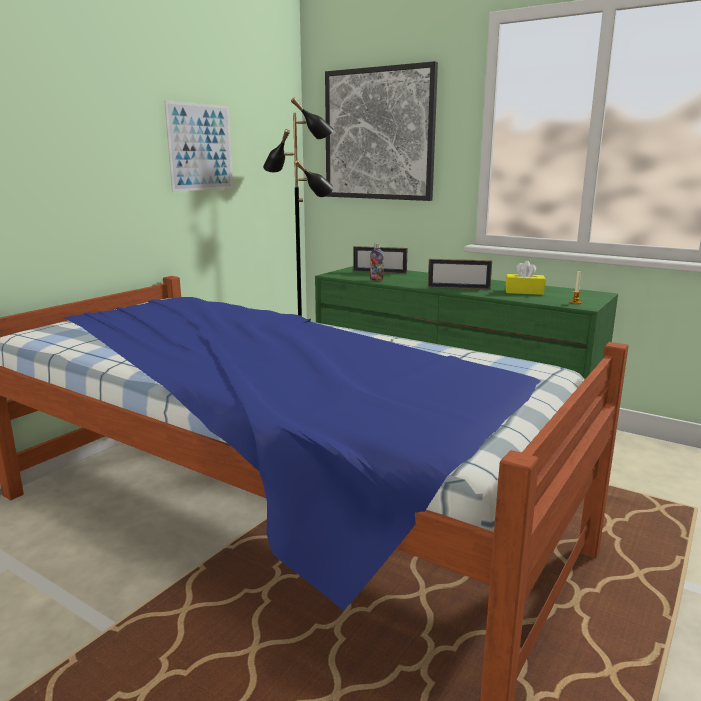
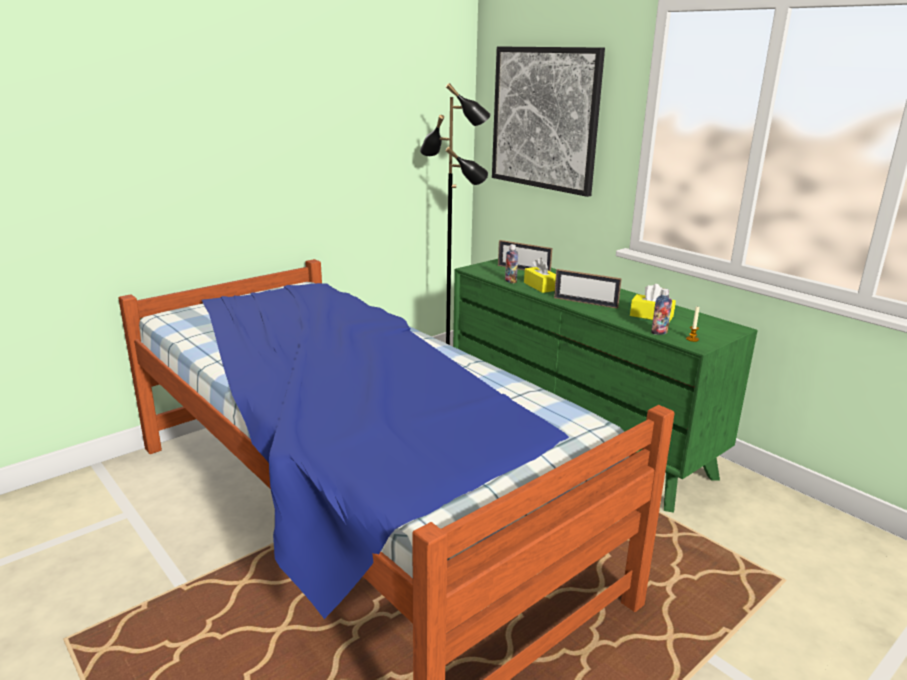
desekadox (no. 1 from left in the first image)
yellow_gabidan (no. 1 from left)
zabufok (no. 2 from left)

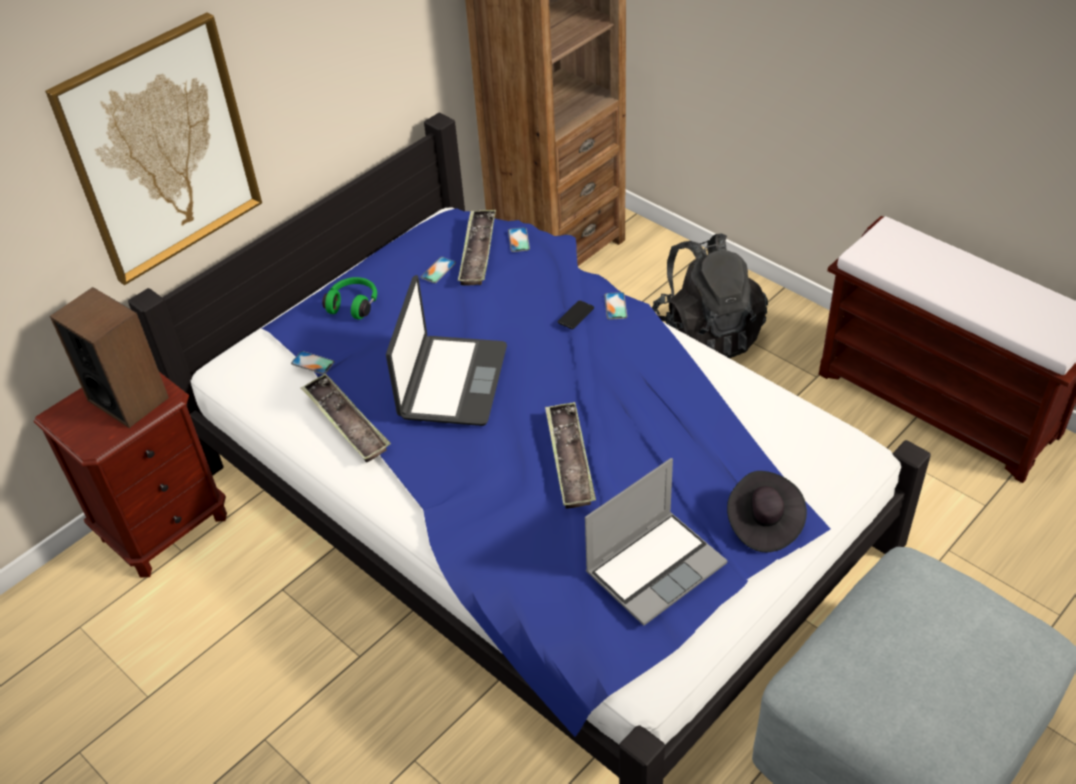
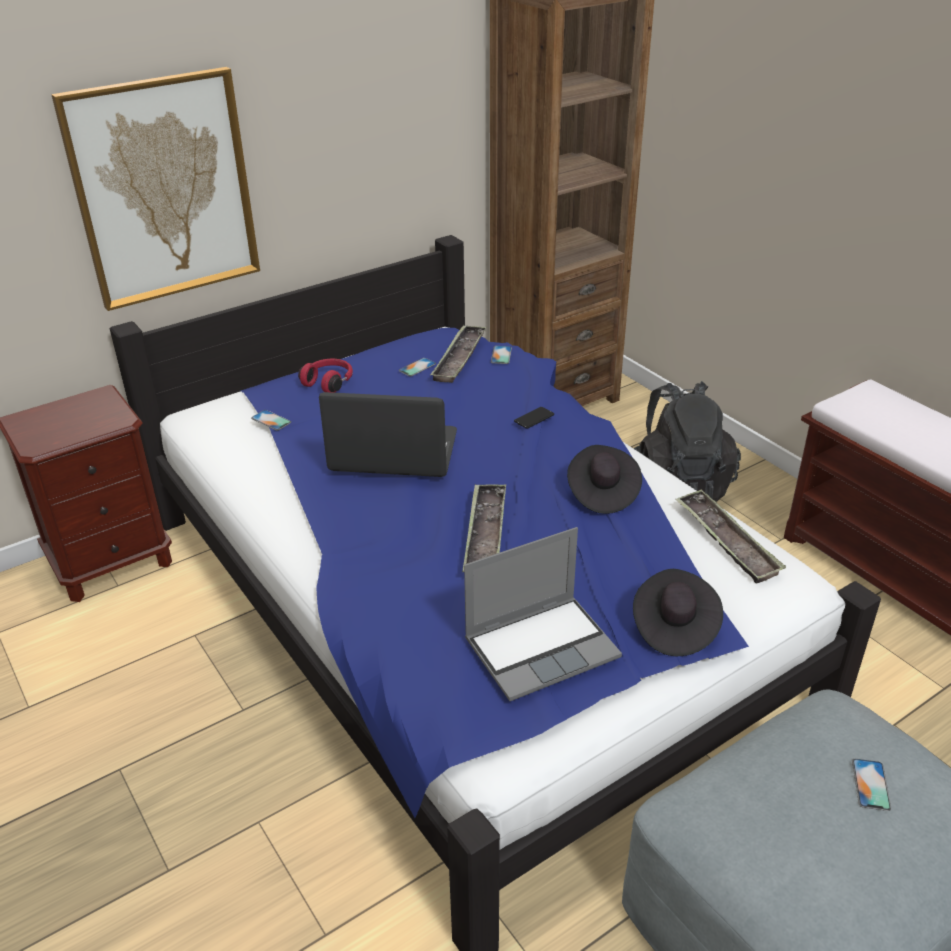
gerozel
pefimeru (no. 3 from left)
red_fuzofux
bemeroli (no. 1 from left)
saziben (no. 5 from left)
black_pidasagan (no. 1 from left)

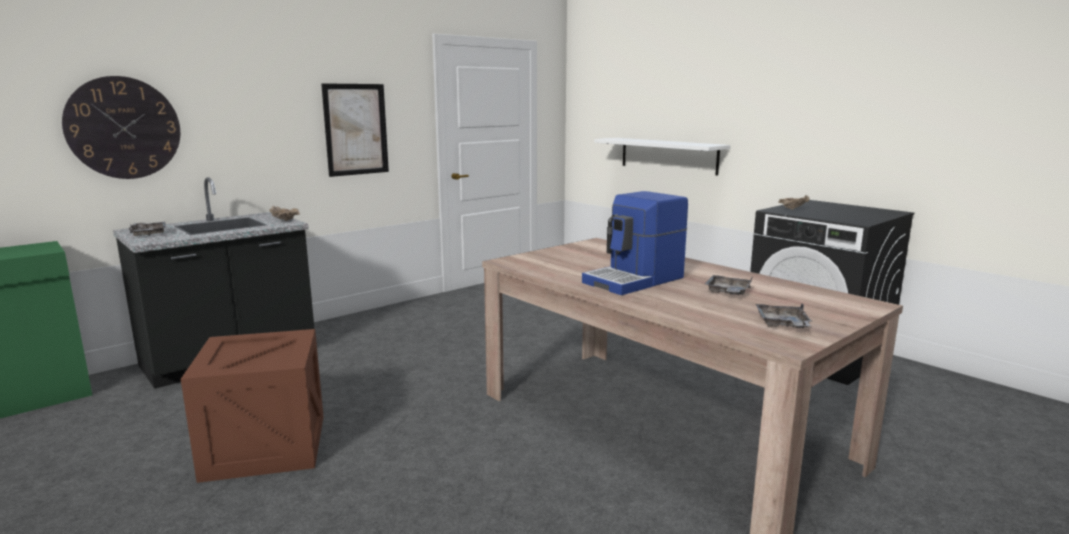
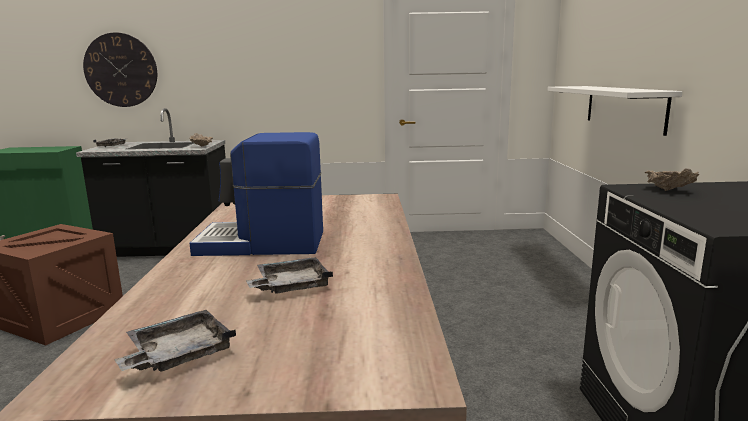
desekadox

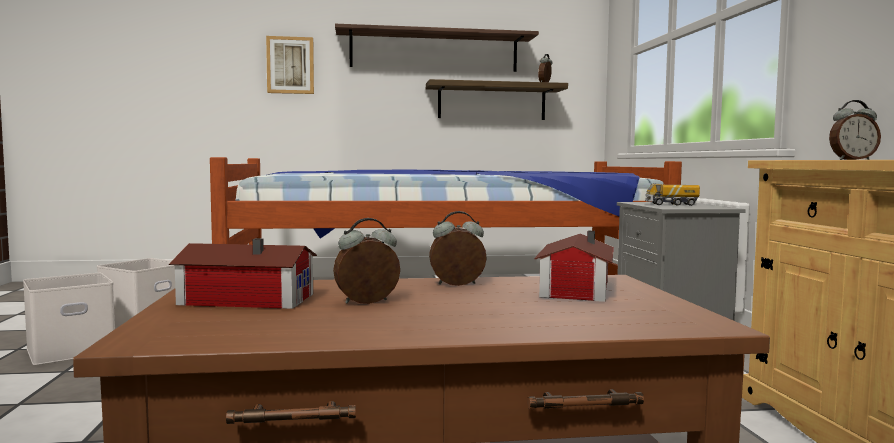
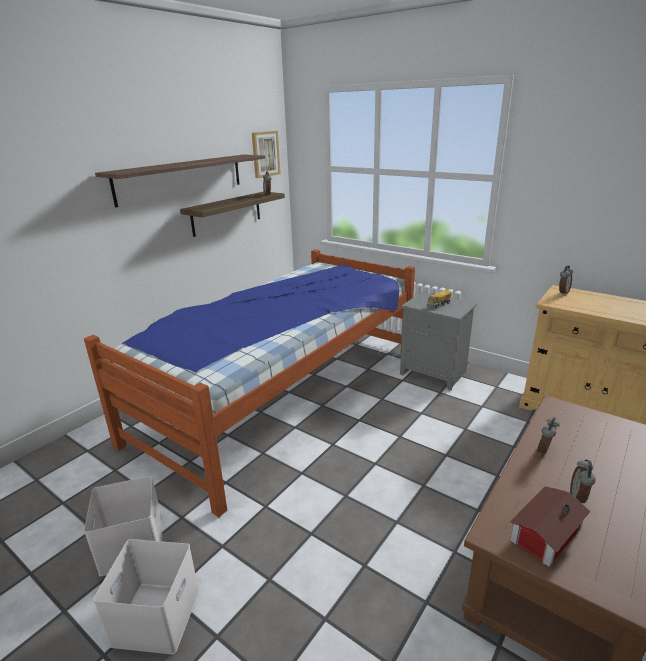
desekadox
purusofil (no. 2 from left in the first image)

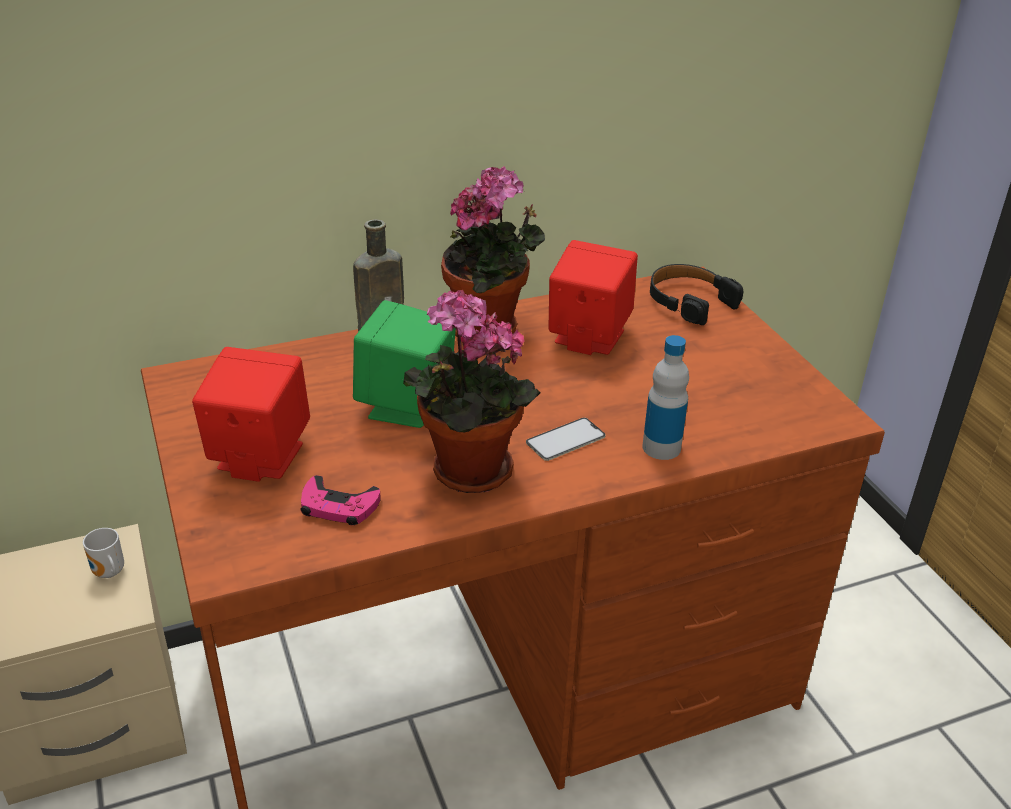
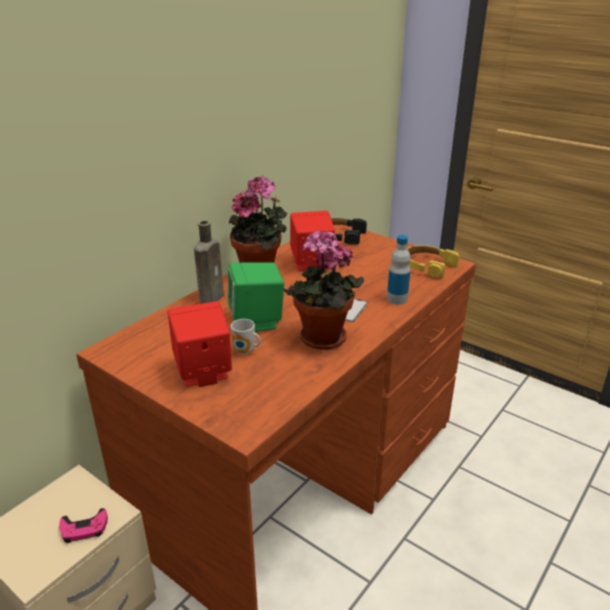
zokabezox
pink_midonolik
yellow_fuzofux

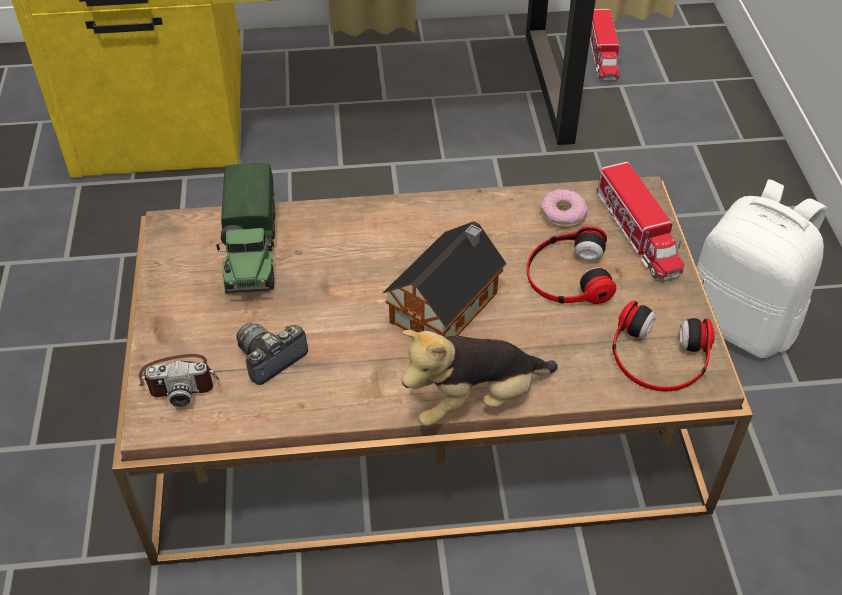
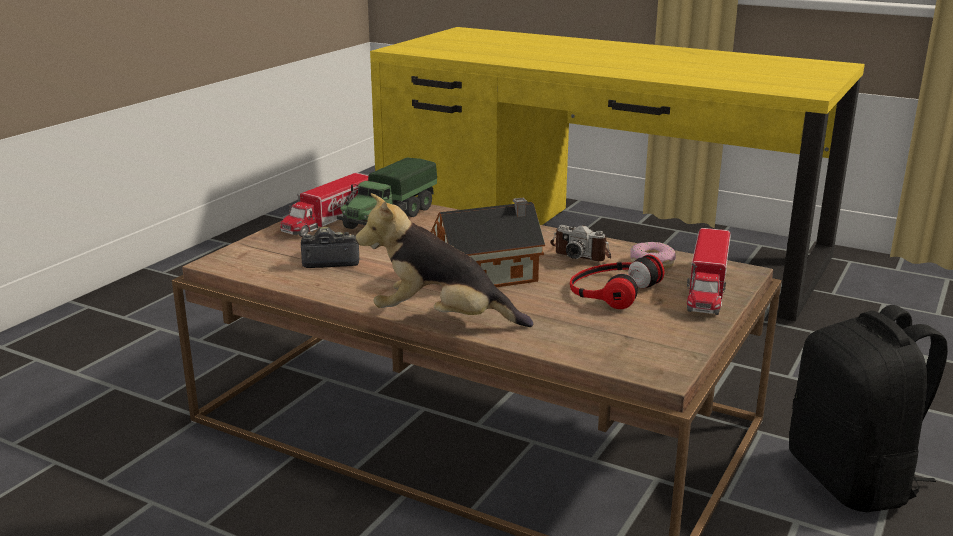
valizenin (no. 2 from left)
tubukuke (no. 1 from left)
fuzofux (no. 2 from left in the first image)
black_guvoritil

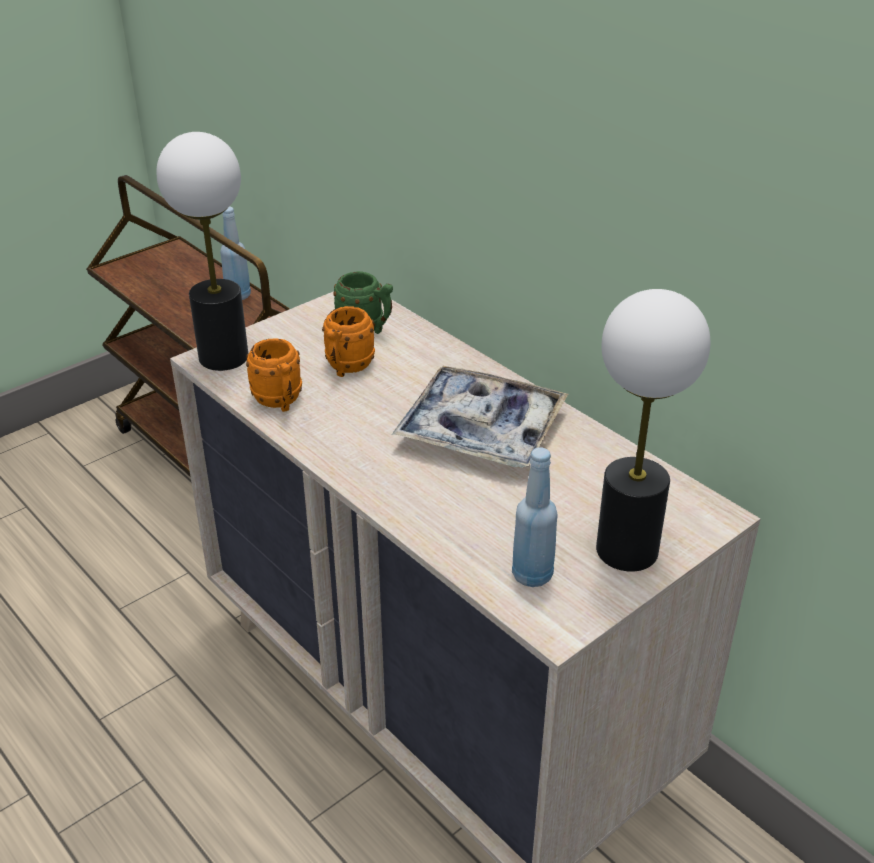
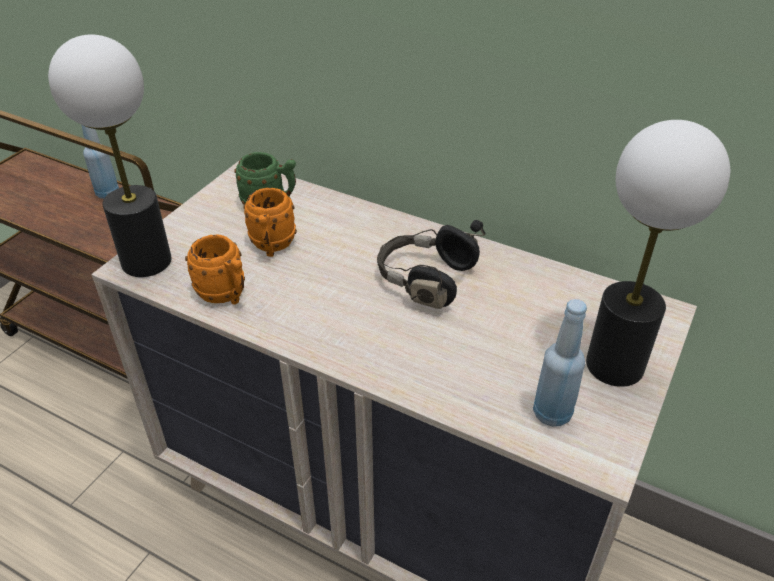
black_fuzofux

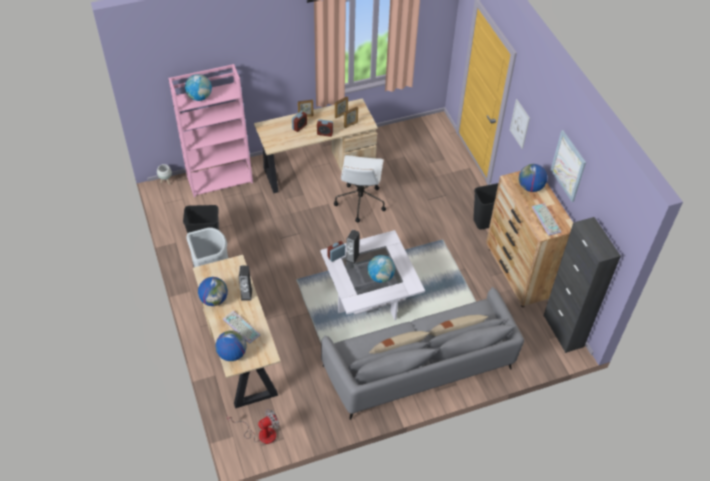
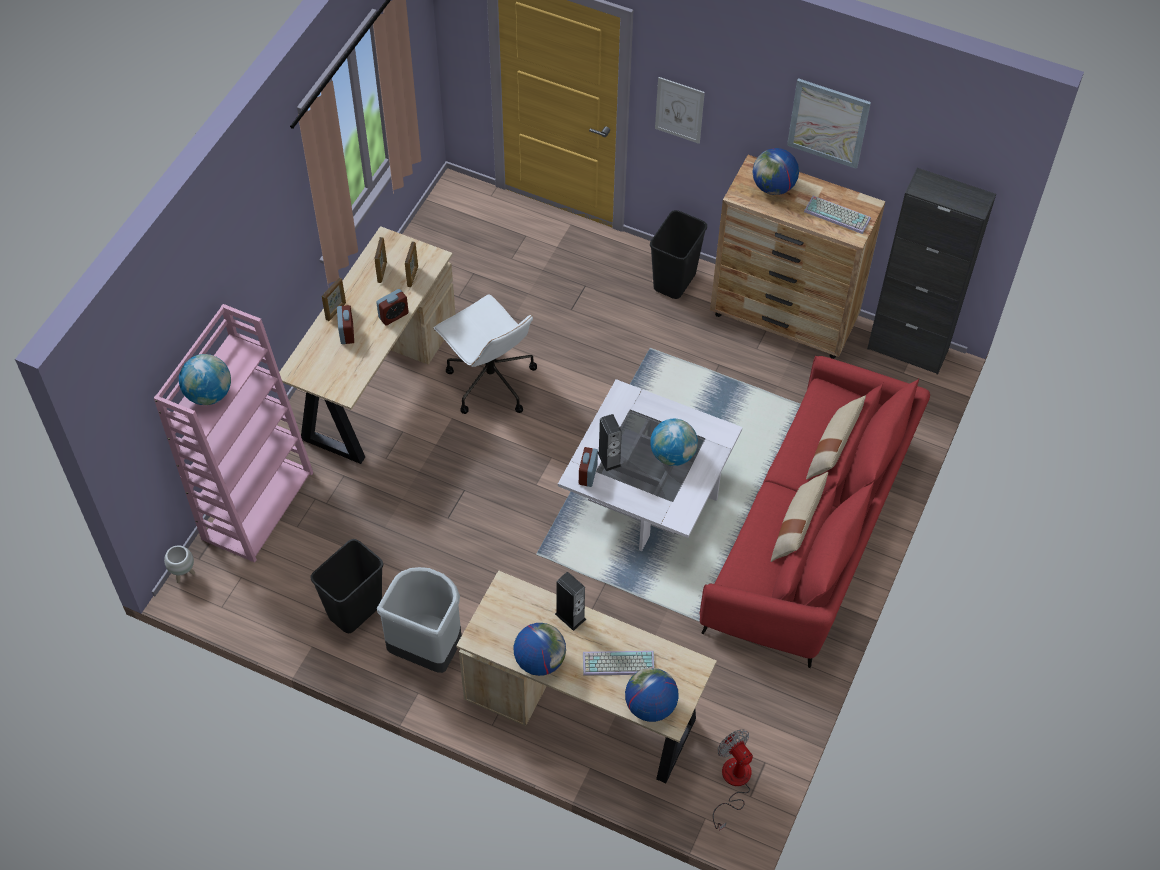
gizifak
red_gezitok

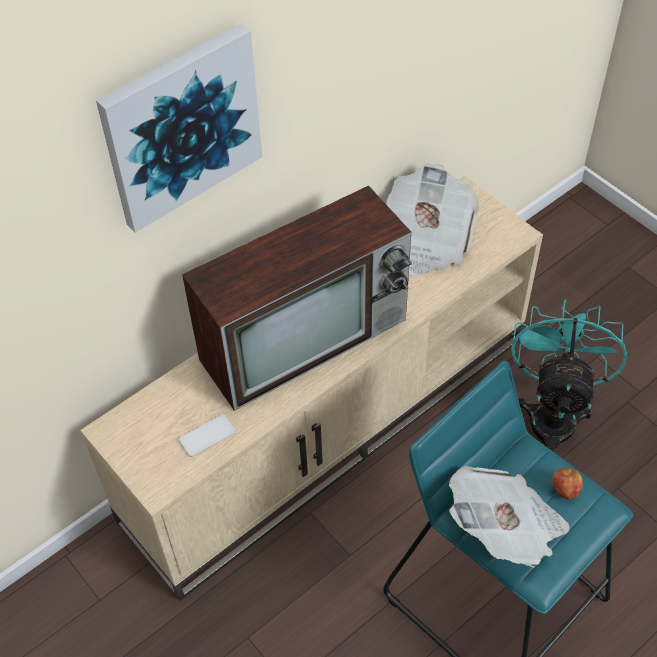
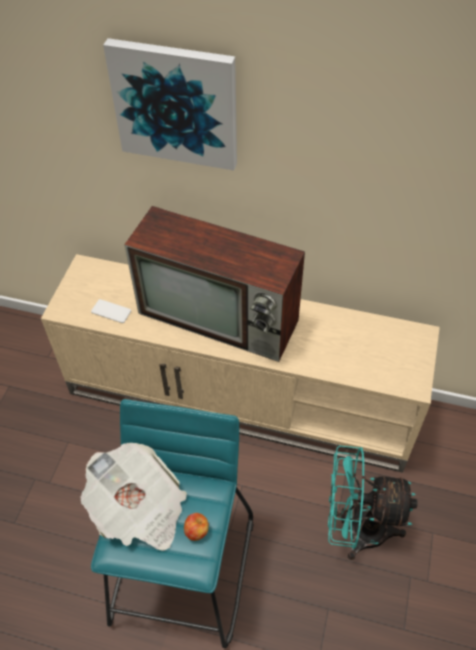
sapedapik (no. 1 from left in the first image)
turquoise_gizifak

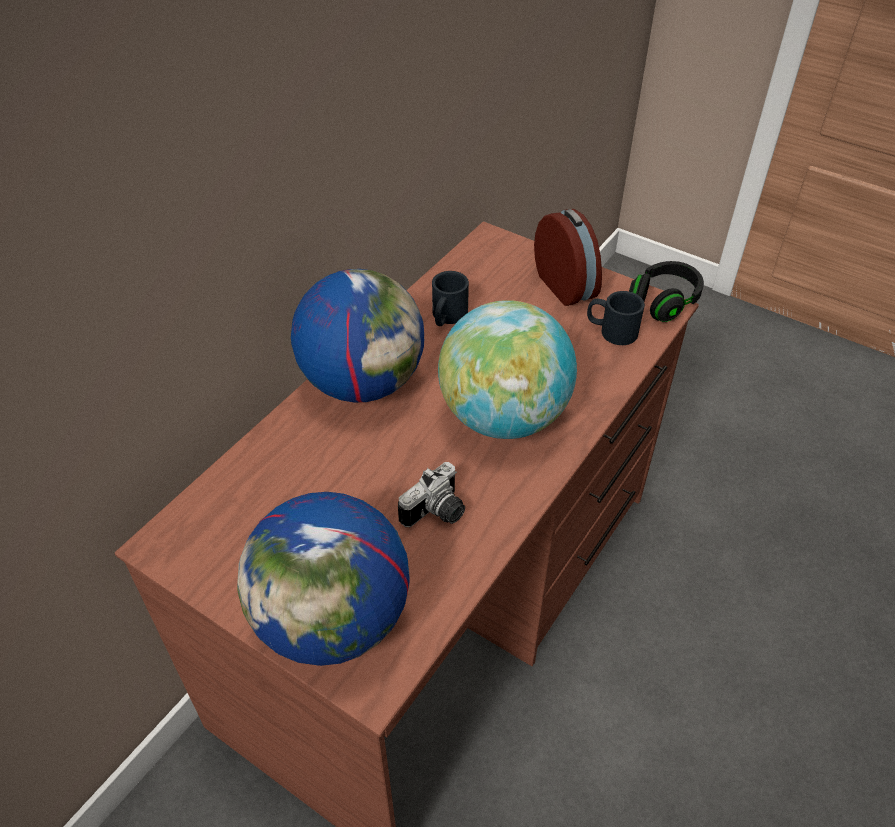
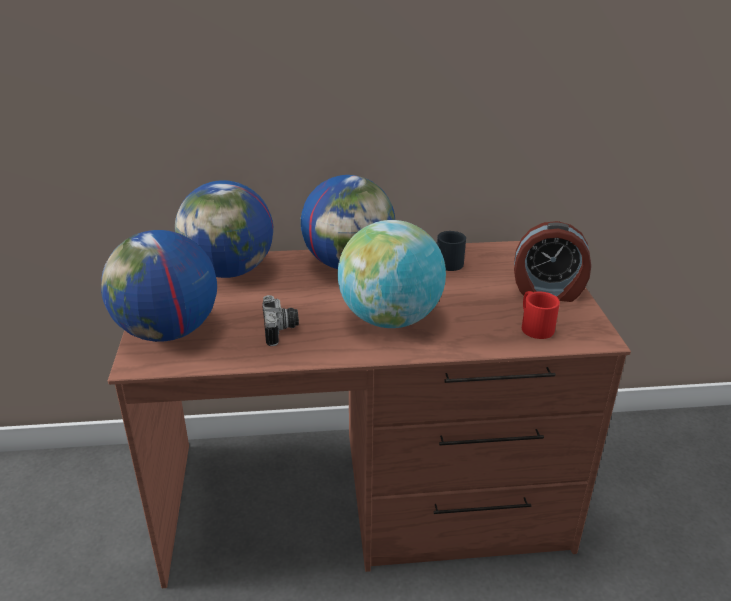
valizenin
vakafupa
red_zokabezox
black_fuzofux
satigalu (no. 2 from left)

